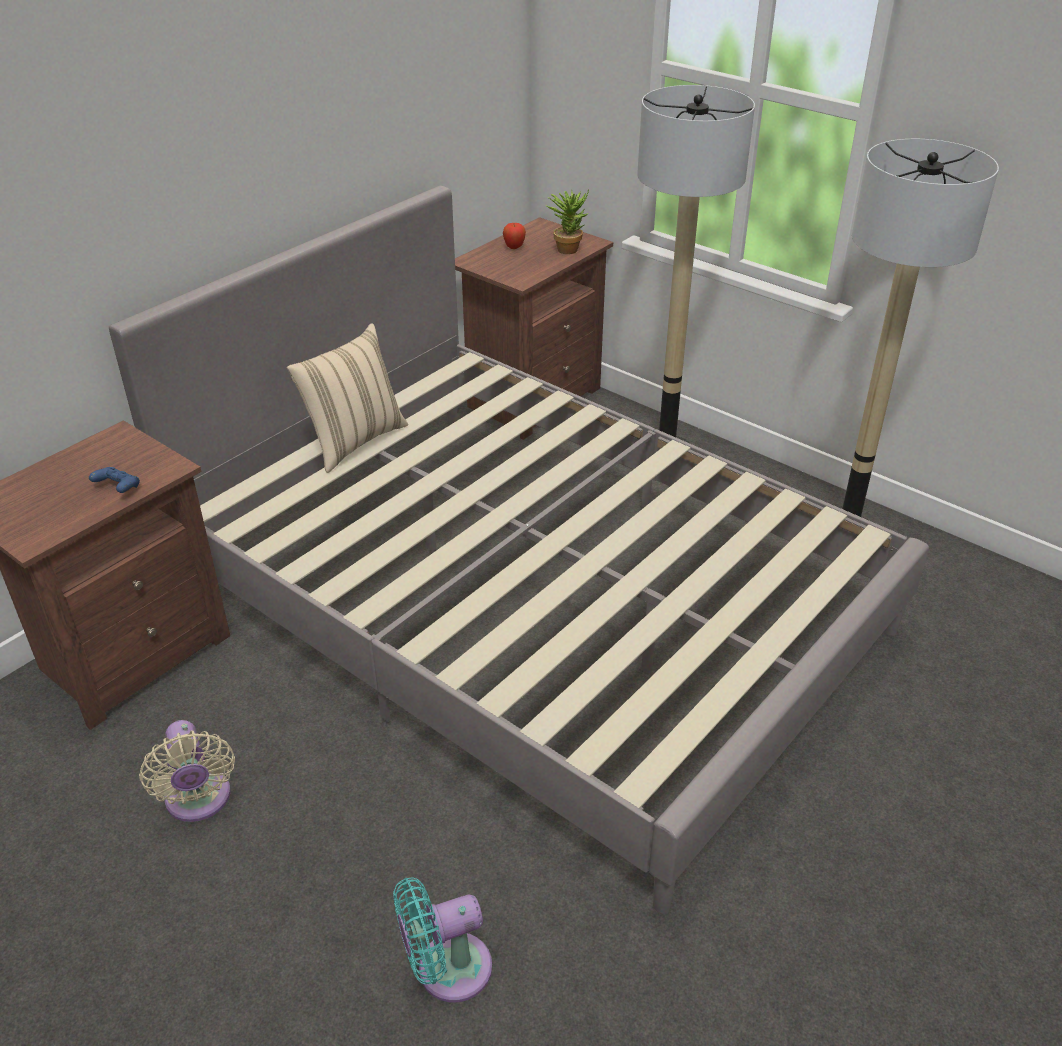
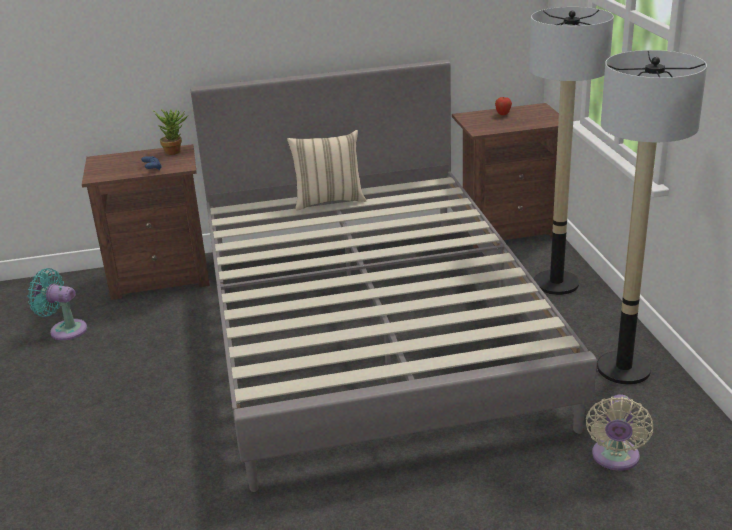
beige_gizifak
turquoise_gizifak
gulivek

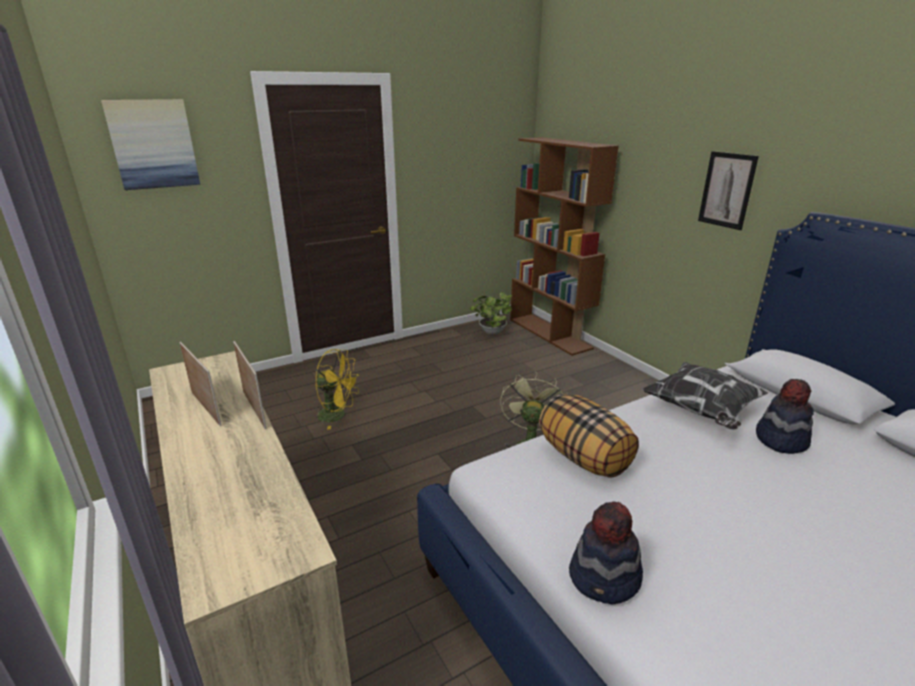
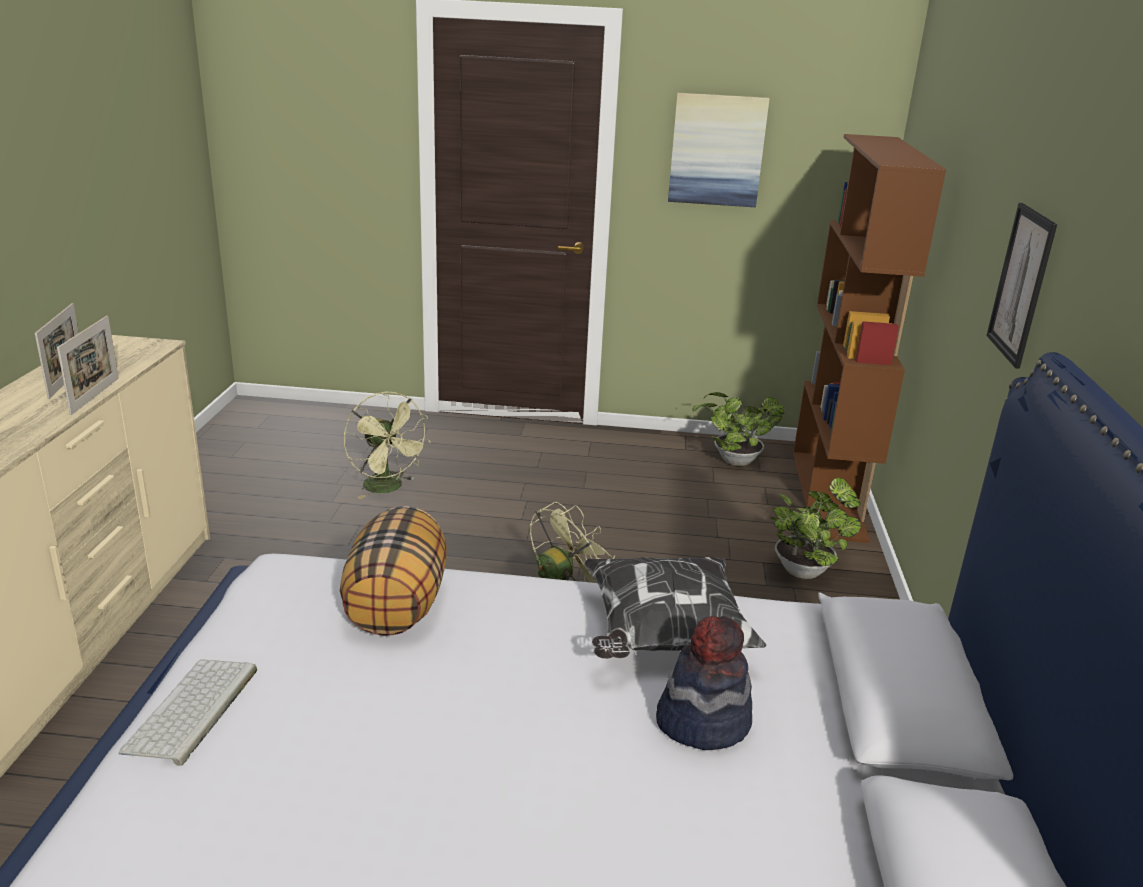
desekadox (no. 1 from left)
green_gizifak (no. 1 from left)
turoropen
gulivek (no. 2 from left)

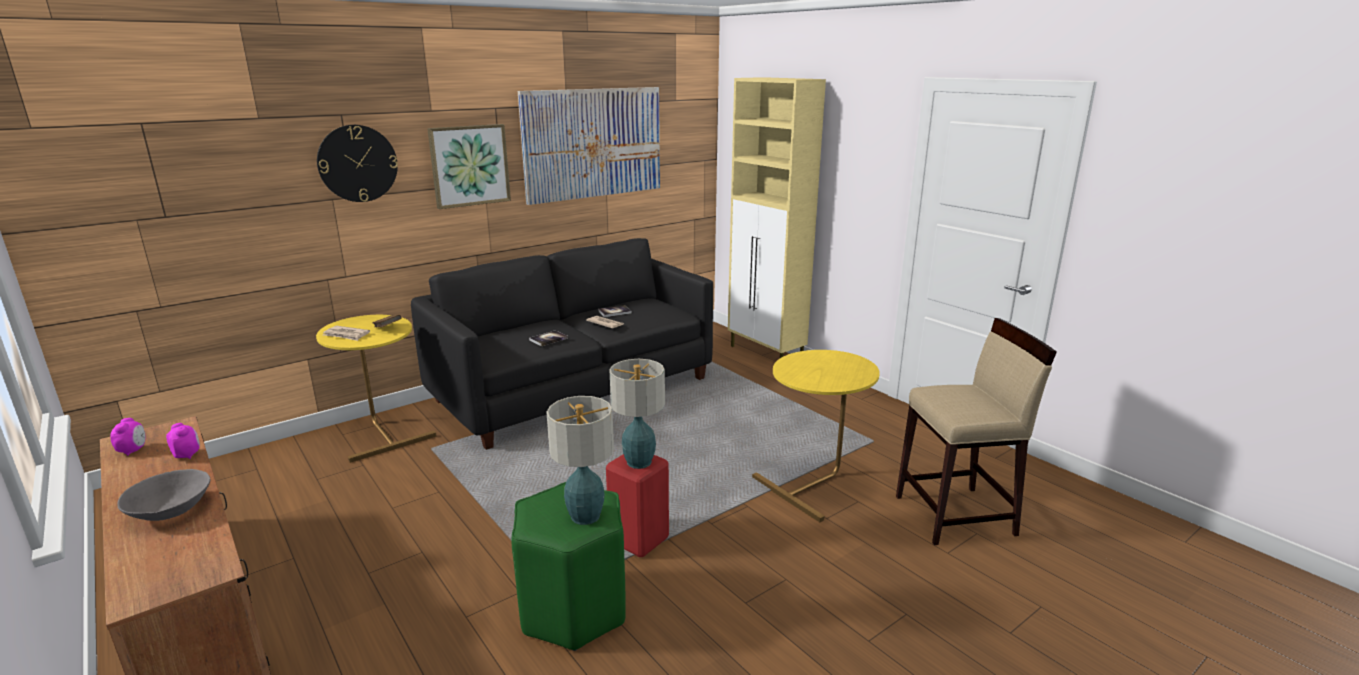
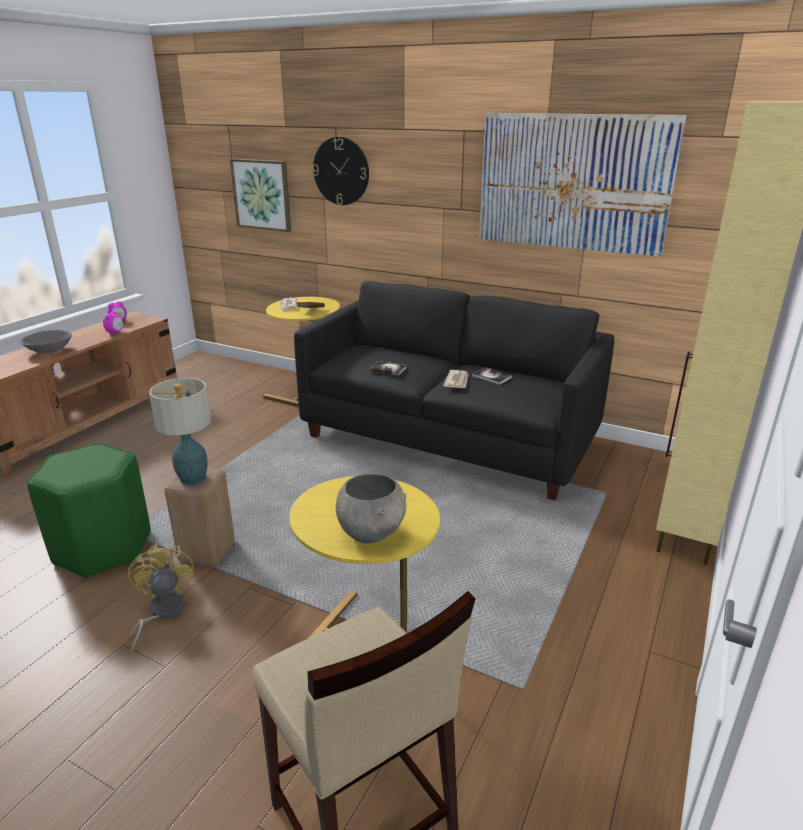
desekadox (no. 1 from left)
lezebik (no. 1 from left in the first image)
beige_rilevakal (no. 1 from left)
yellow_gizifak
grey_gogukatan (no. 2 from left)

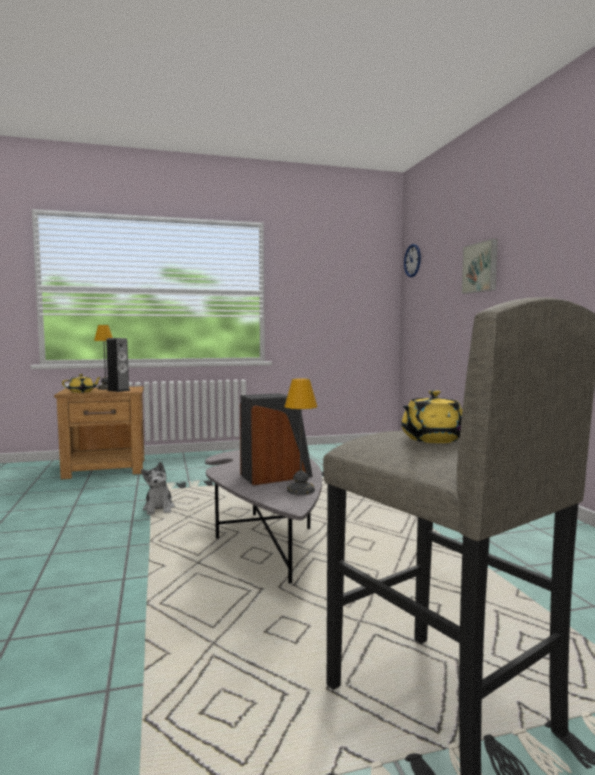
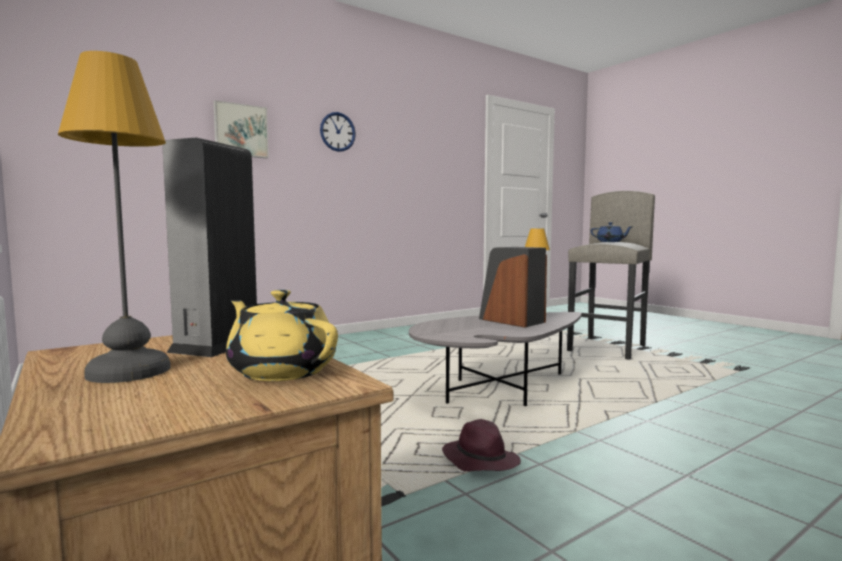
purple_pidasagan
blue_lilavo
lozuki

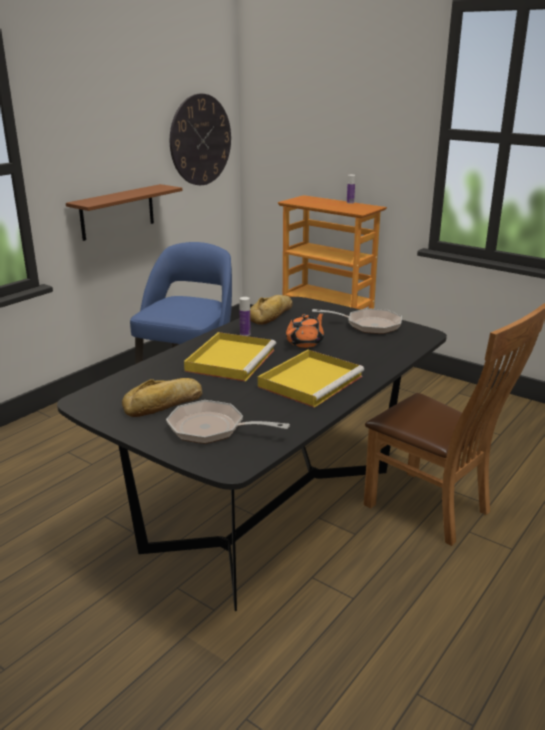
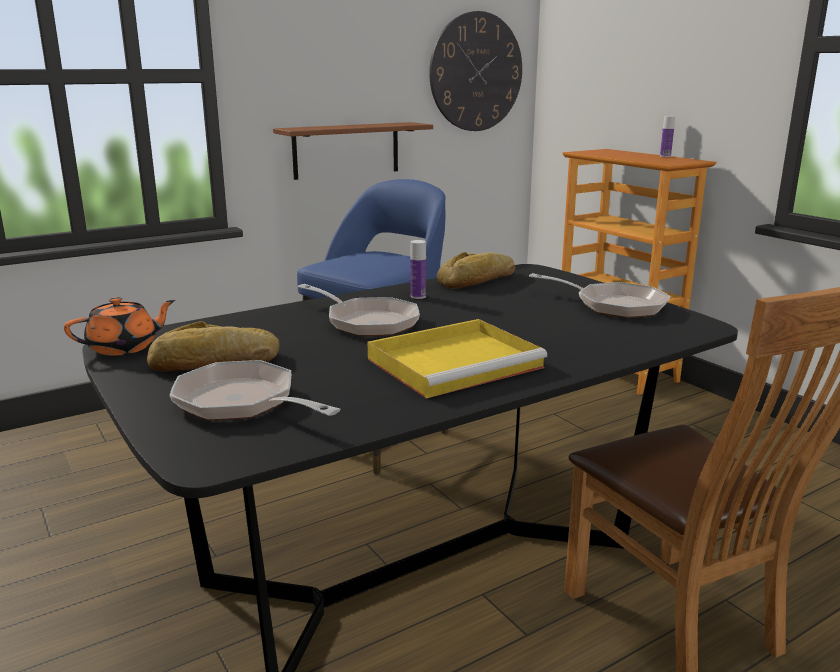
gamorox (no. 2 from left)
orange_lilavo

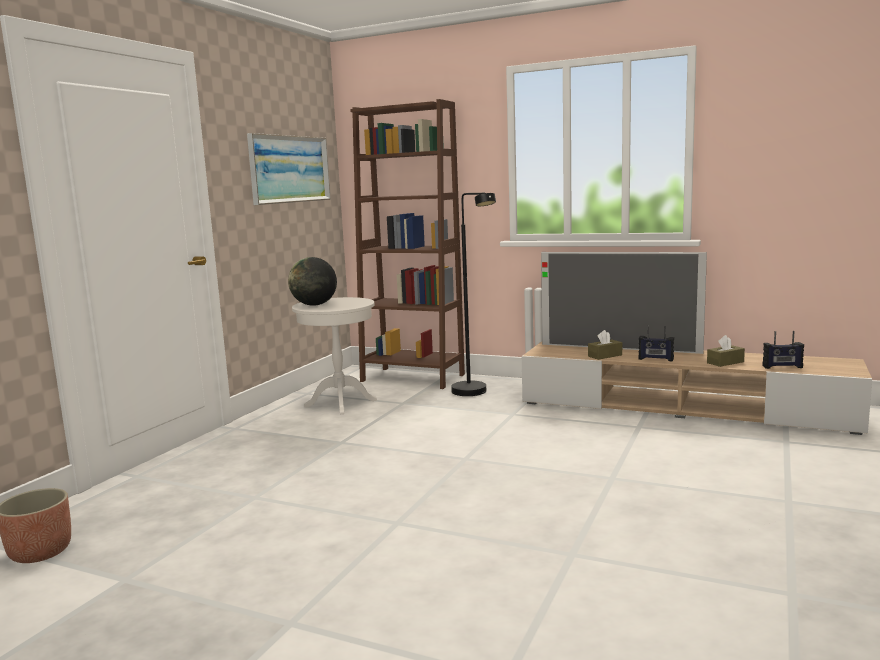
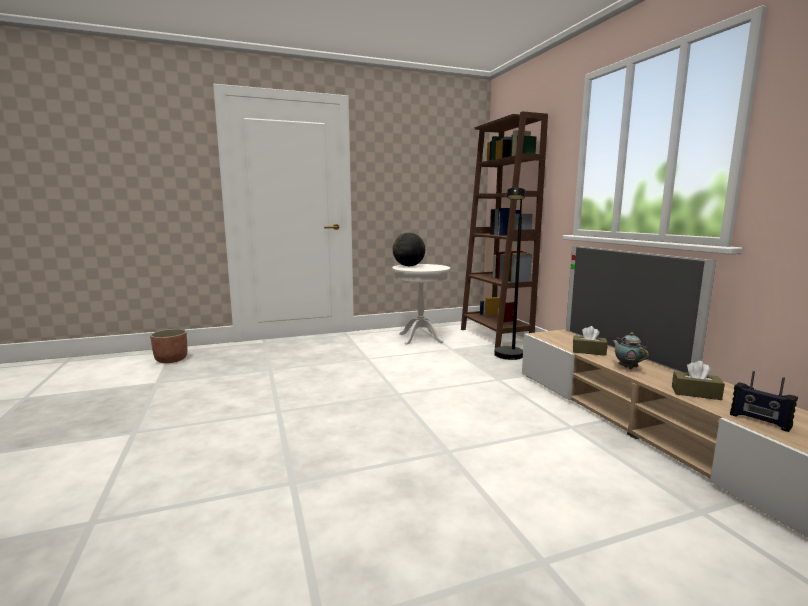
desekadox
lilavo

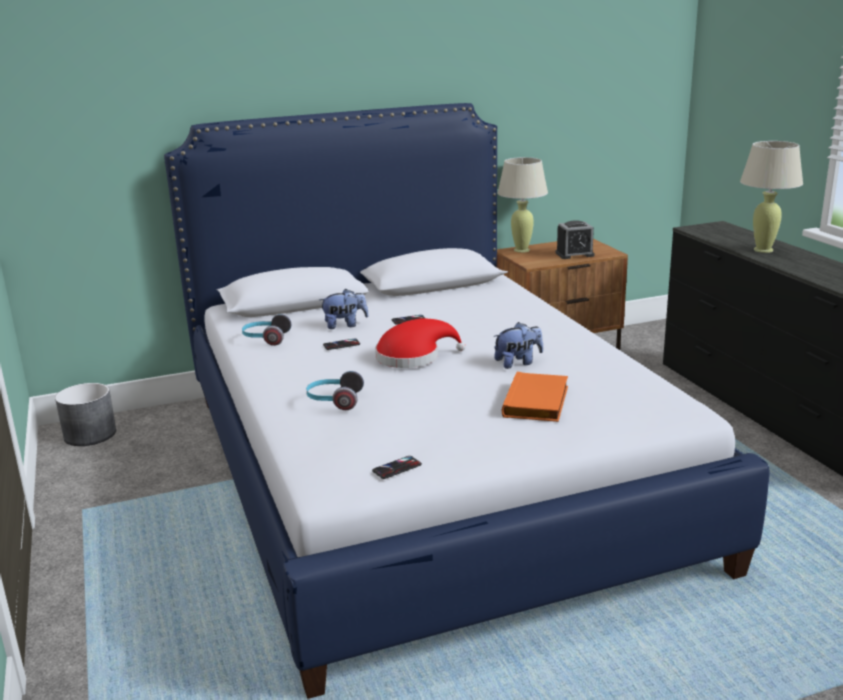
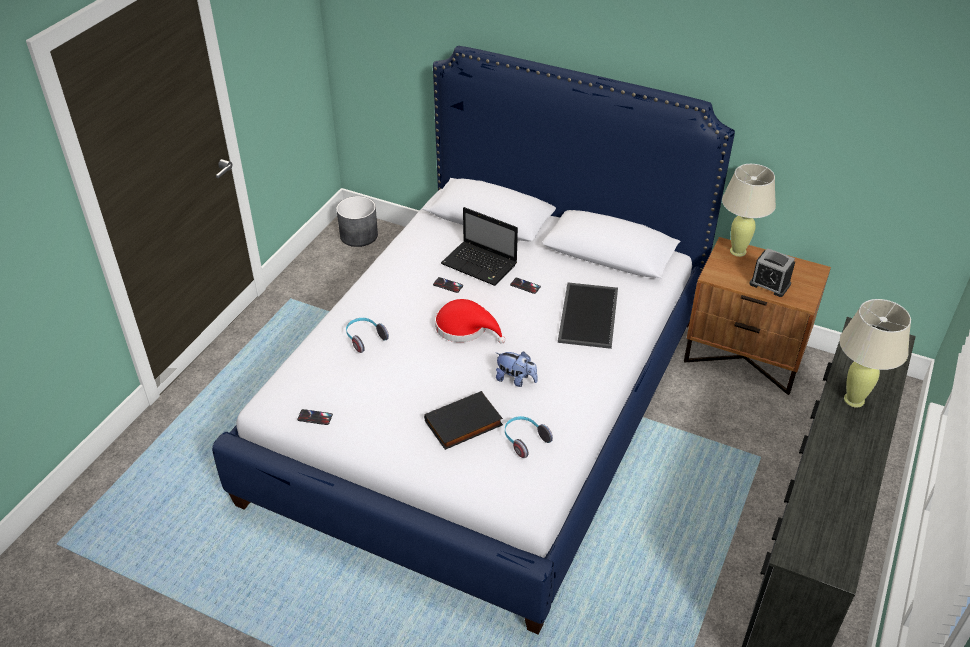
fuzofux (no. 2 from left)
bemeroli
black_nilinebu
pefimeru

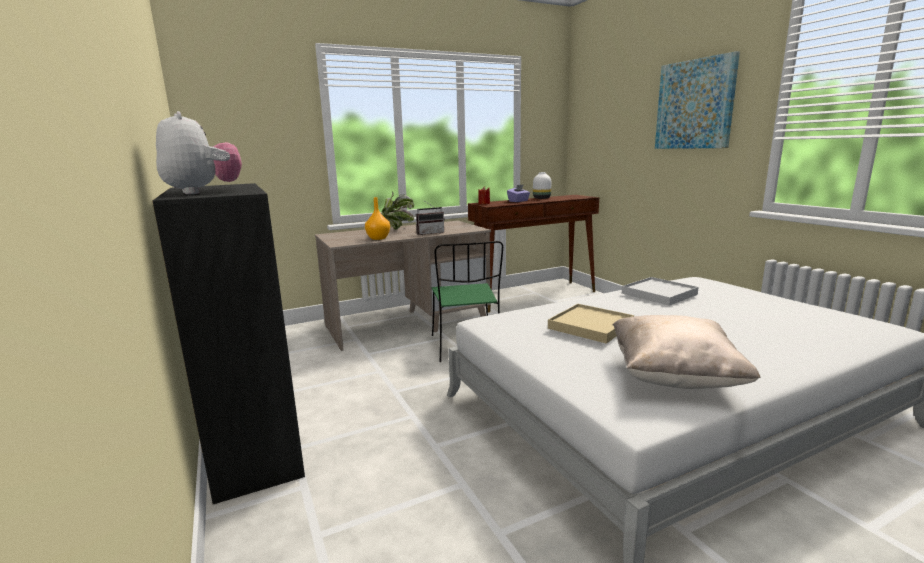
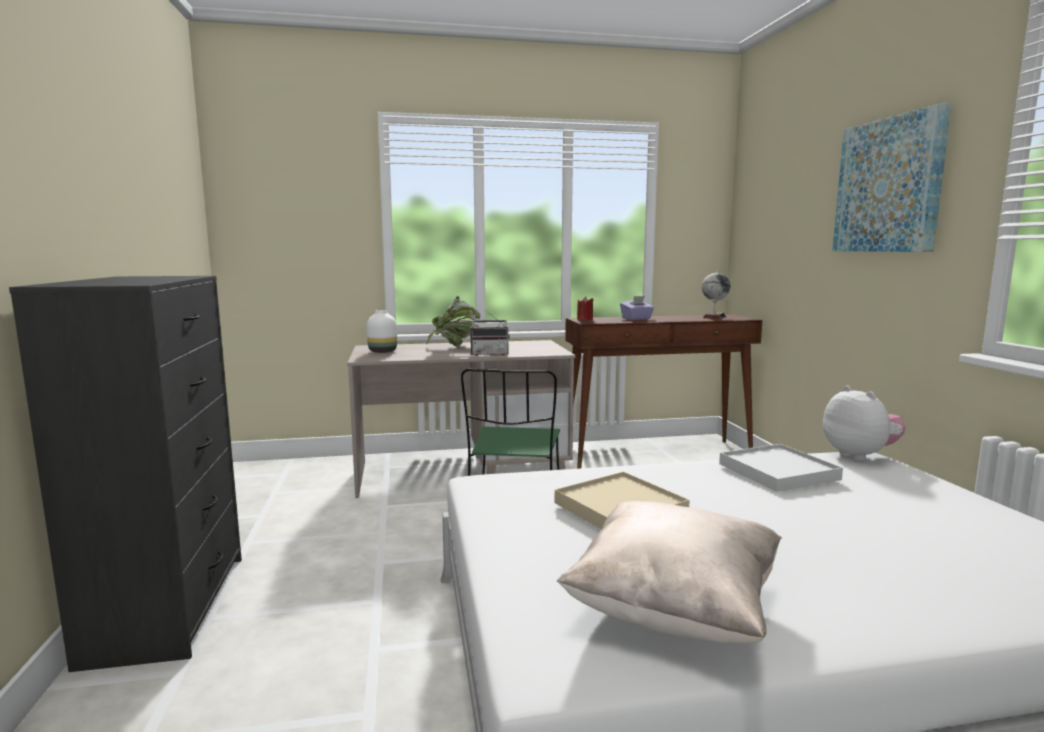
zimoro
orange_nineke
white_nineke
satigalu

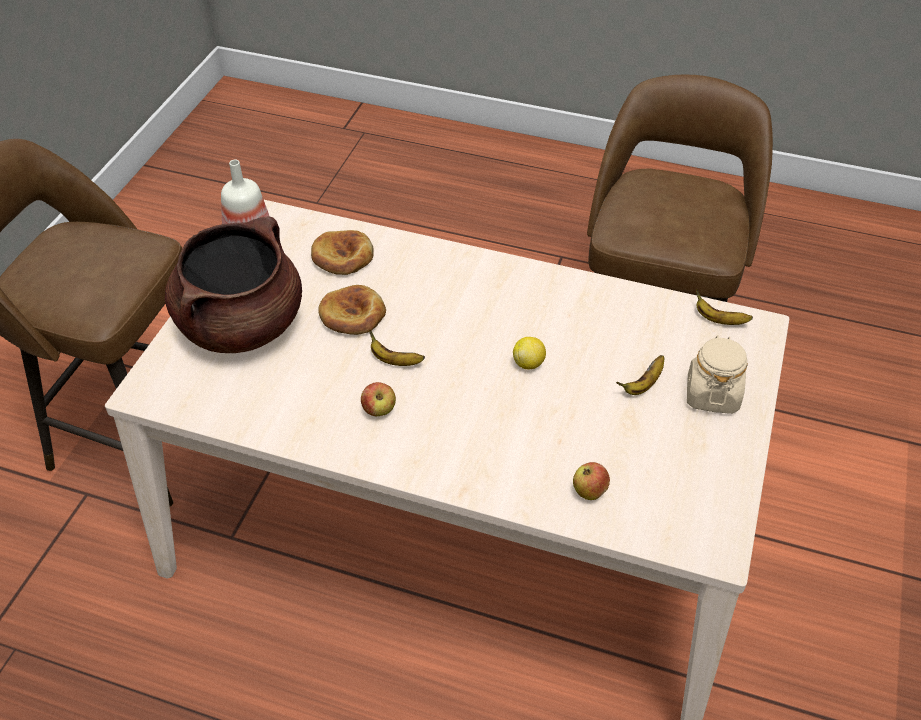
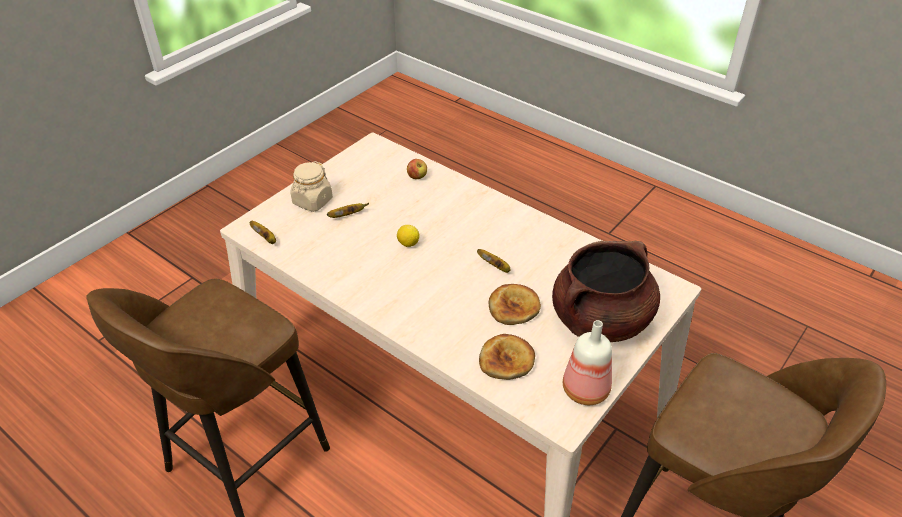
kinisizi (no. 1 from left in the first image)

